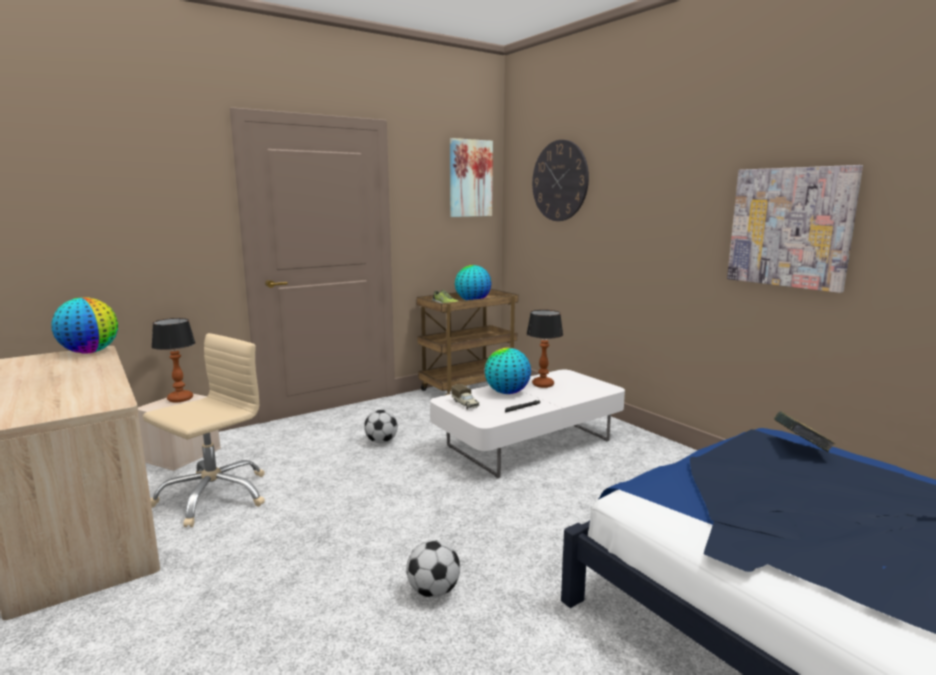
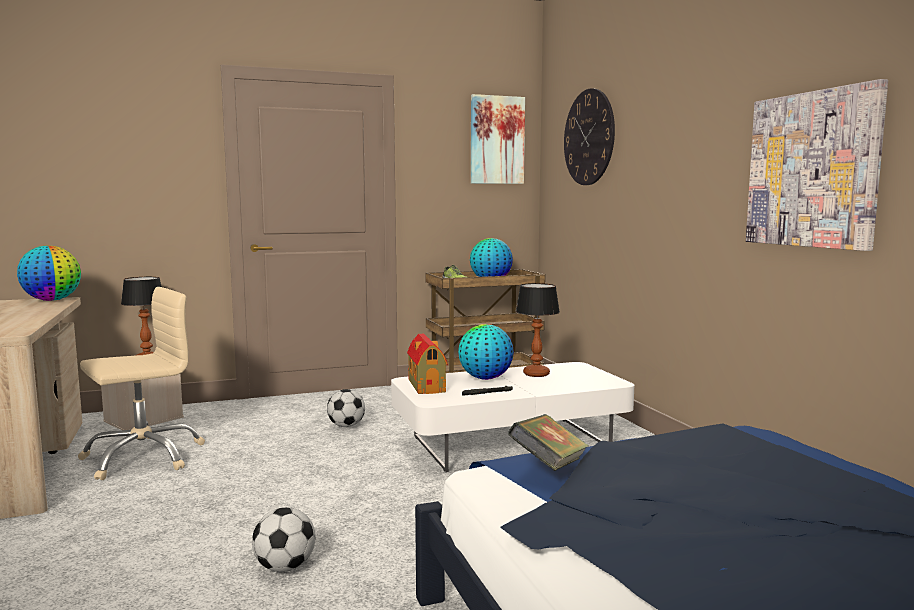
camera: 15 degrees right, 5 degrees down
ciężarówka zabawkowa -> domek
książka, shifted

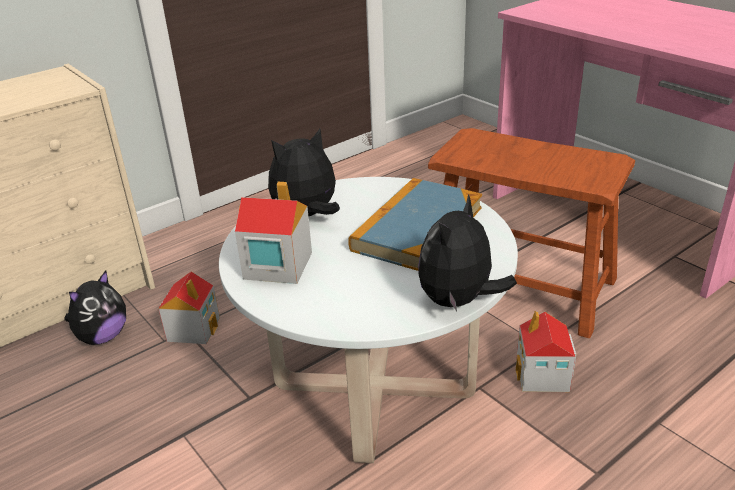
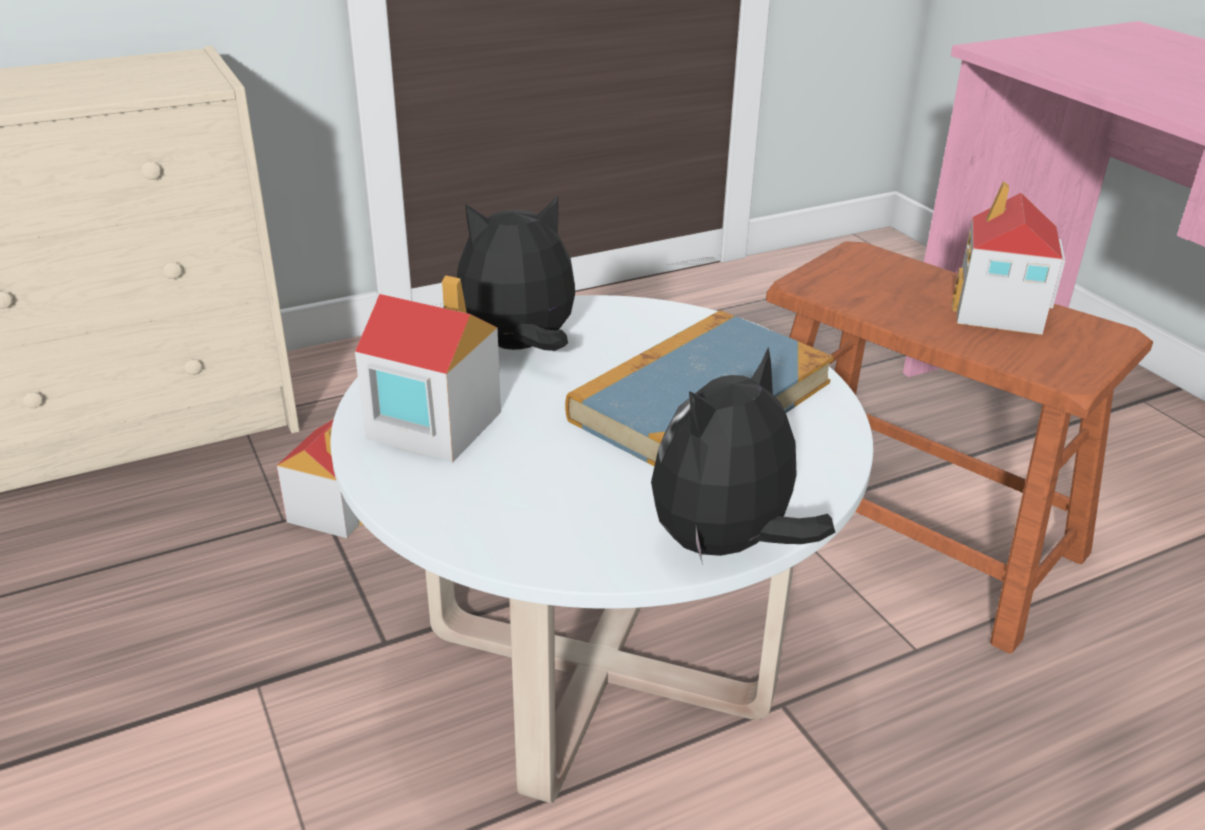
camera: 10 degrees right, 0 degrees up
pluszak (no. 1 from left) -> none
domek (no. 3 from left), shifted

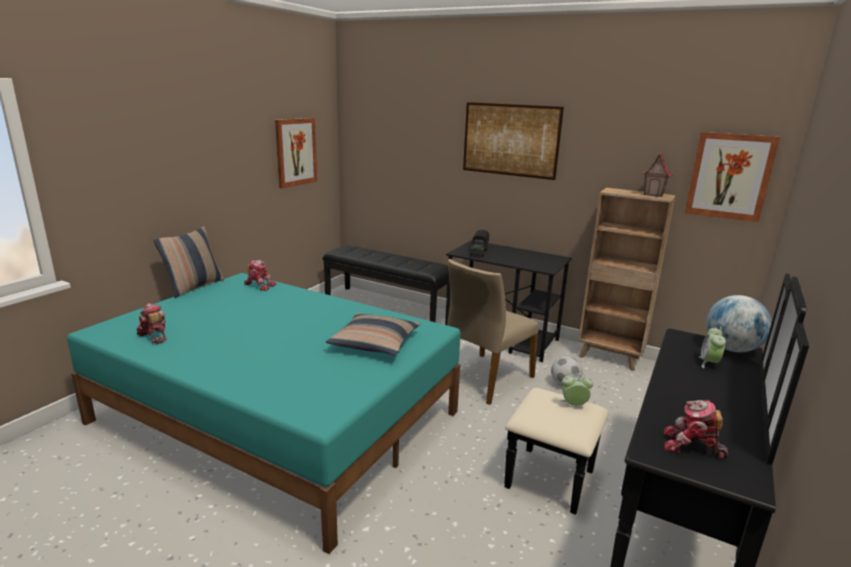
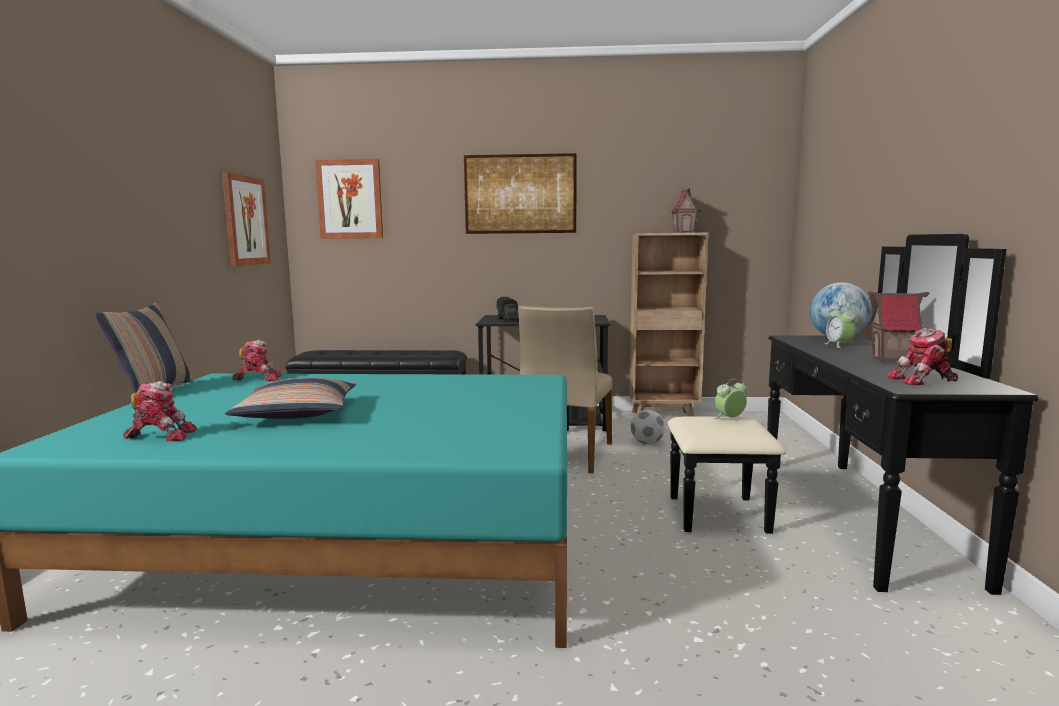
camera: 25 degrees left, 10 degrees down
obraz (no. 3 from left in the first image) -> obraz (no. 2 from left), shifted
robot zabawkowy (no. 1 from left), 150 degrees clockwise
poduszka (no. 2 from left), shifted
none -> domek (no. 2 from left)

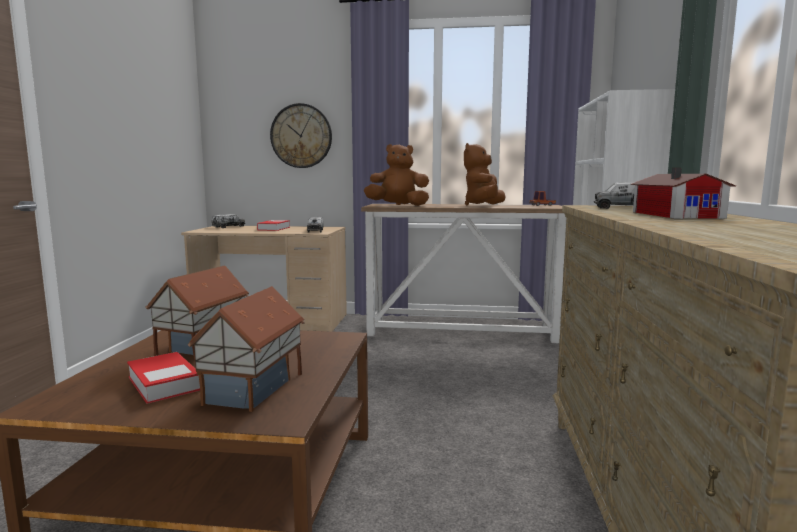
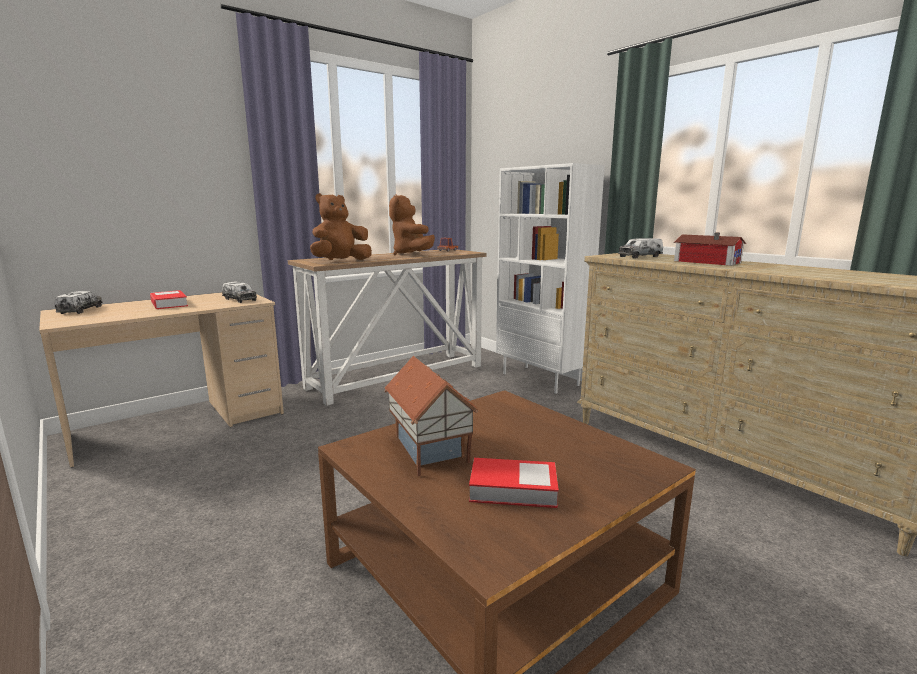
camera: 45 degrees left, 5 degrees up
zegar ścienny -> none
domek (no. 2 from left) -> none

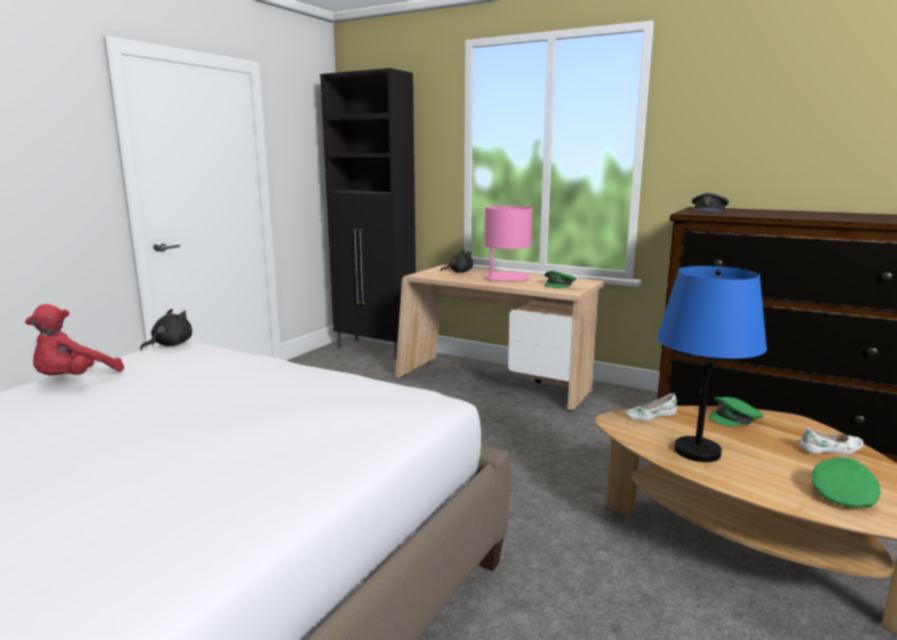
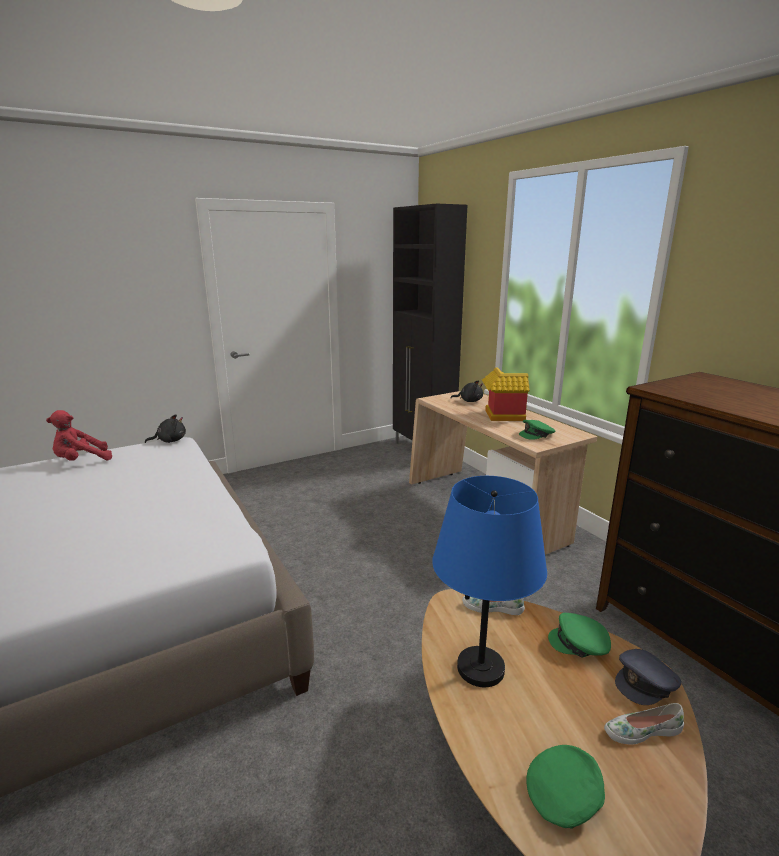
camera: 30 degrees right, 5 degrees up
czapka z daszkiem (szary), shifted
lampa stołowa (różowy) -> domek
but (biały) (no. 2 from left), 150 degrees clockwise

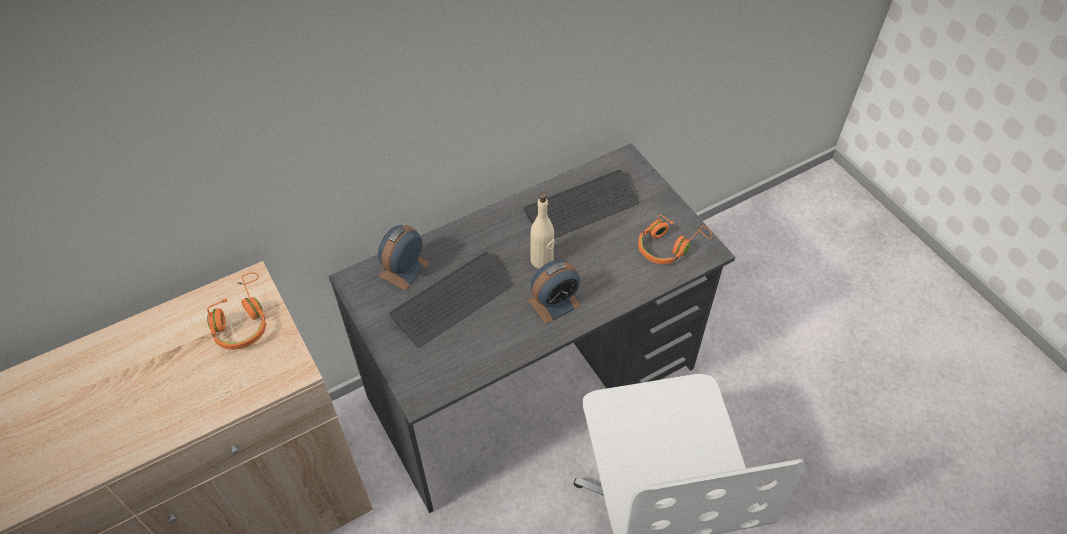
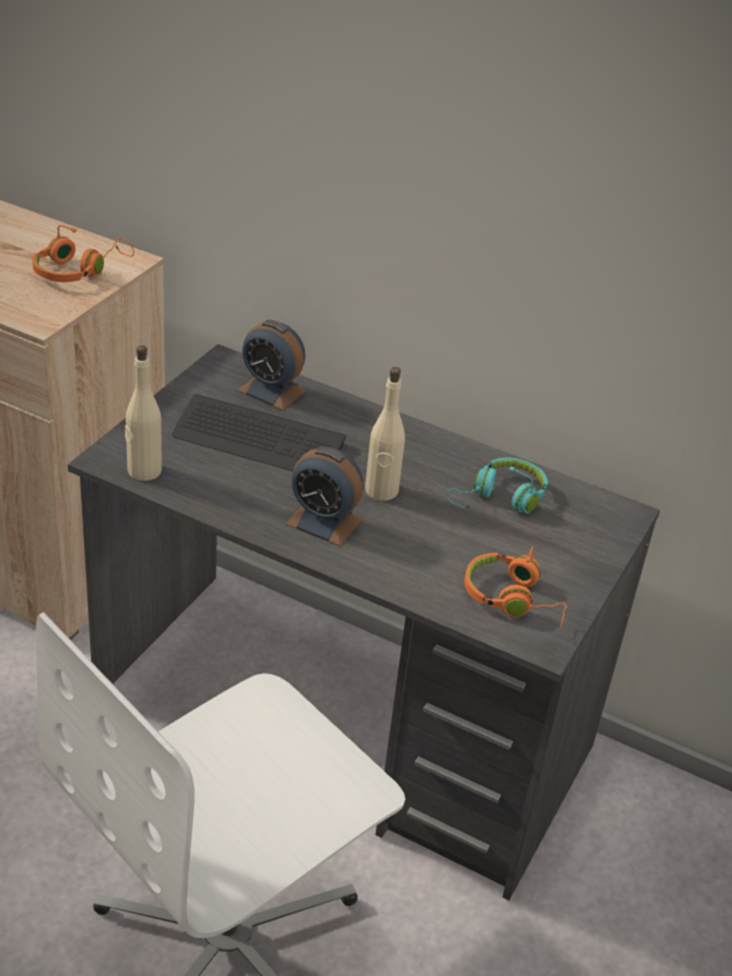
camera: 55 degrees right, 15 degrees down
klawiatura (no. 2 from left) -> słuchawki (turkusowy)
budzik (no. 1 from left), 150 degrees counterclockwise
none -> butelka (beżowy) (no. 1 from left)

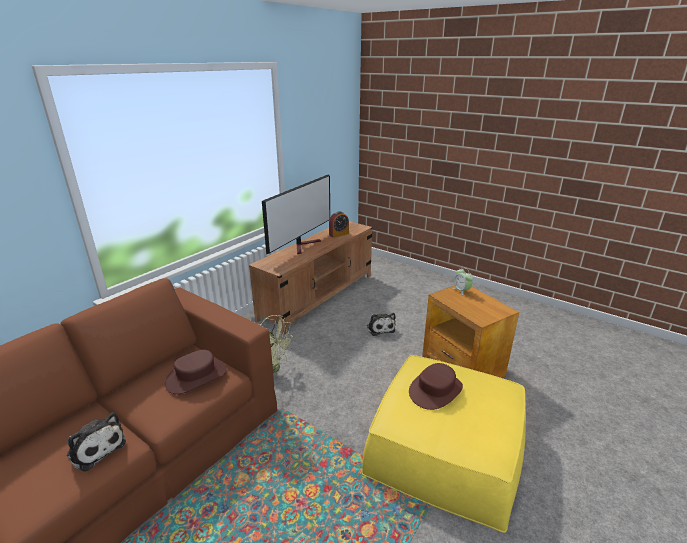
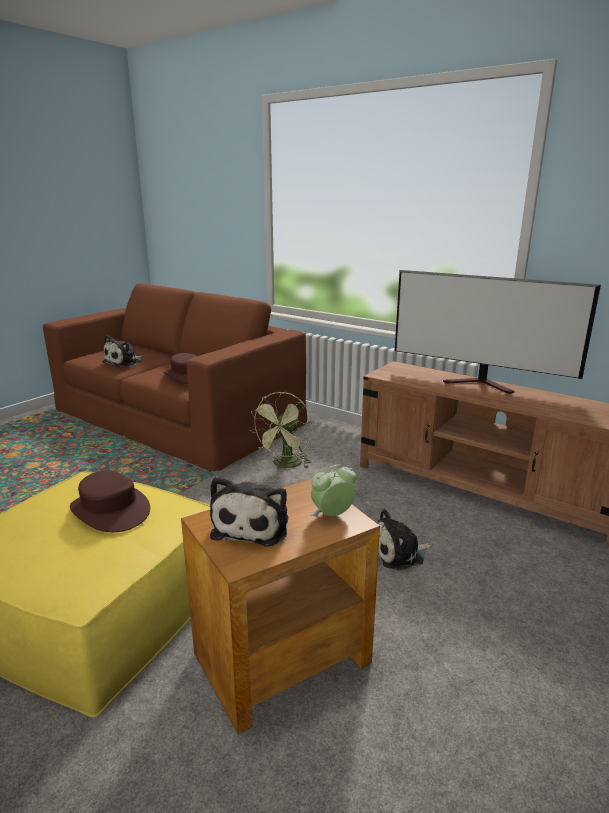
camera: 90 degrees right, 5 degrees down
budzik (no. 1 from left) -> none
none -> pluszak (no. 2 from left)

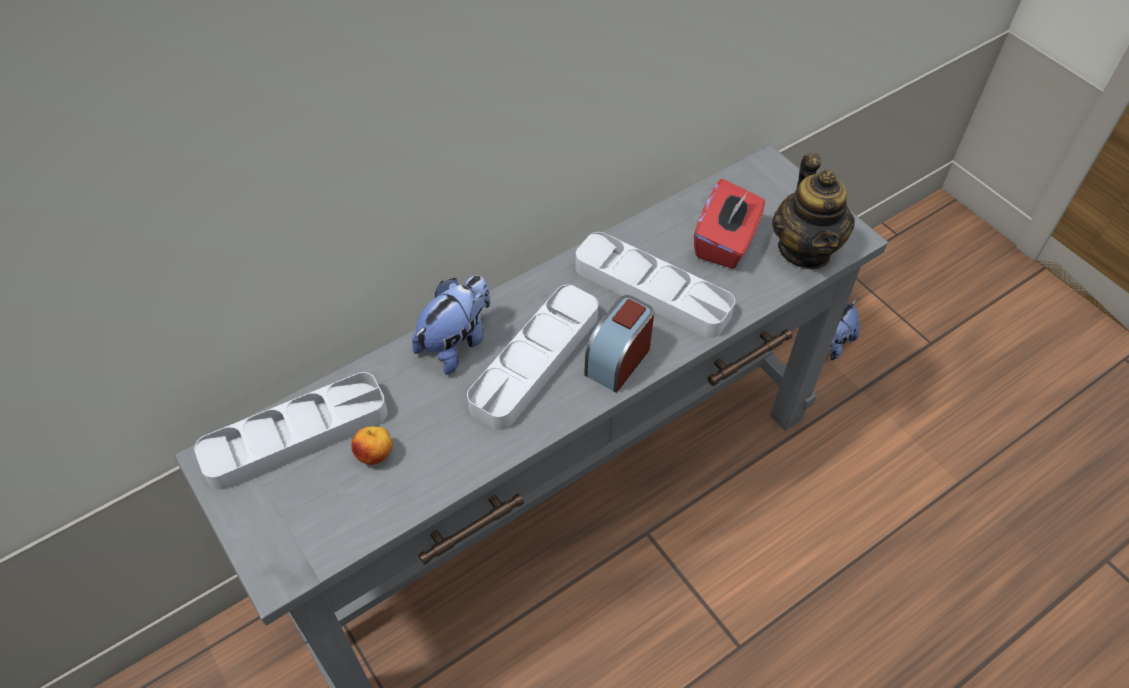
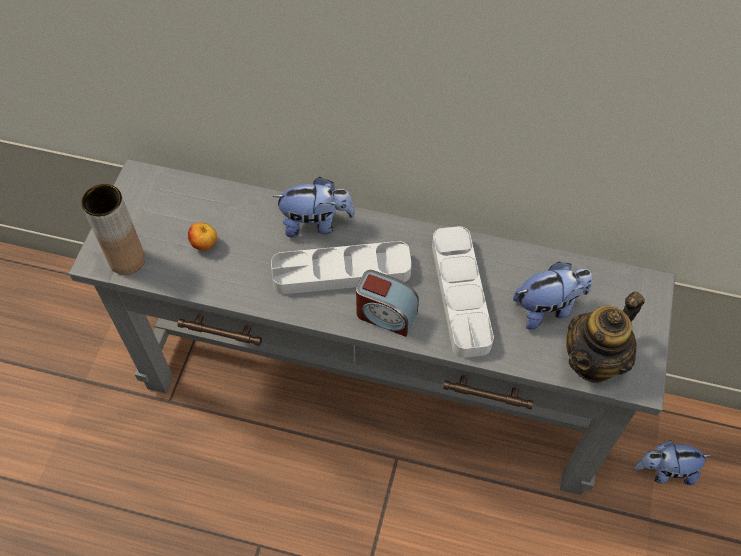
camera: 50 degrees right, 5 degrees up
pudełko chusteczek (czerwony) -> pluszak (no. 2 from left)
budzik, 150 degrees counterclockwise
taca (szary) (no. 1 from left) -> none
none -> wazon (brązowy)

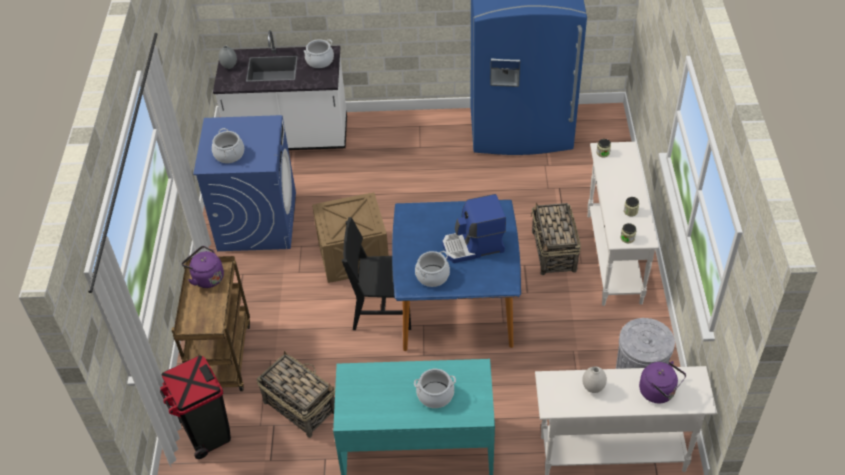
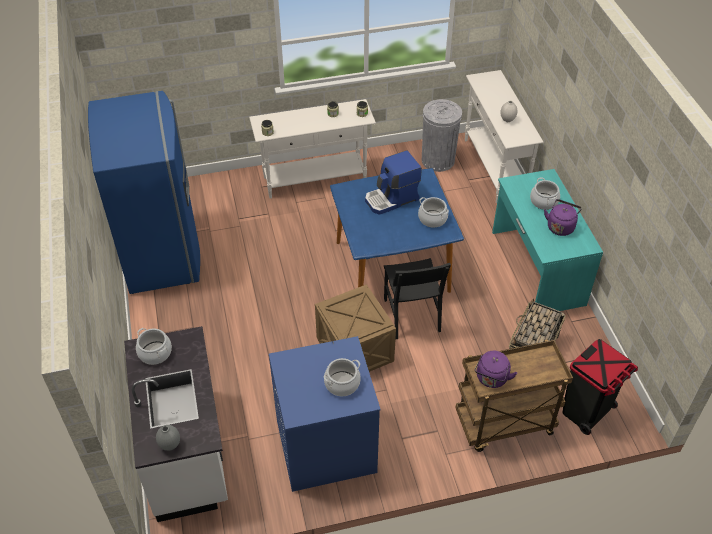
camera: 105 degrees left, 0 degrees up
ekspres do kawy, 90 degrees clockwise
koszyk (no. 2 from left) -> none
czajnik (fioletowy) (no. 2 from left), shifted

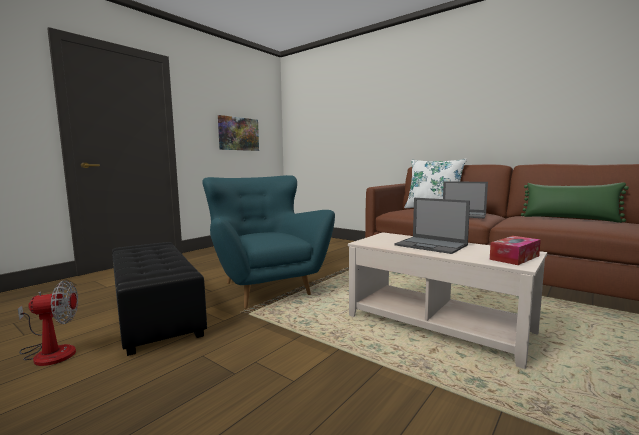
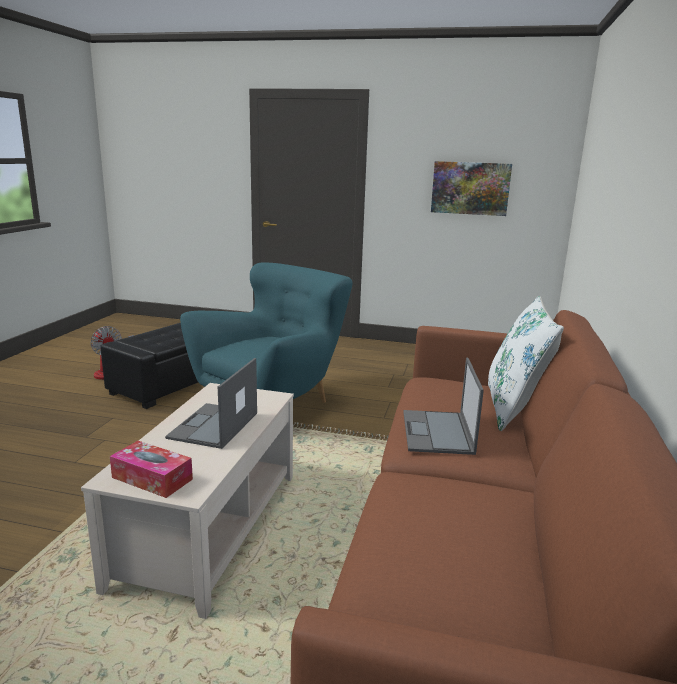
camera: 65 degrees right, 10 degrees up
poduszka (zielony) -> none

